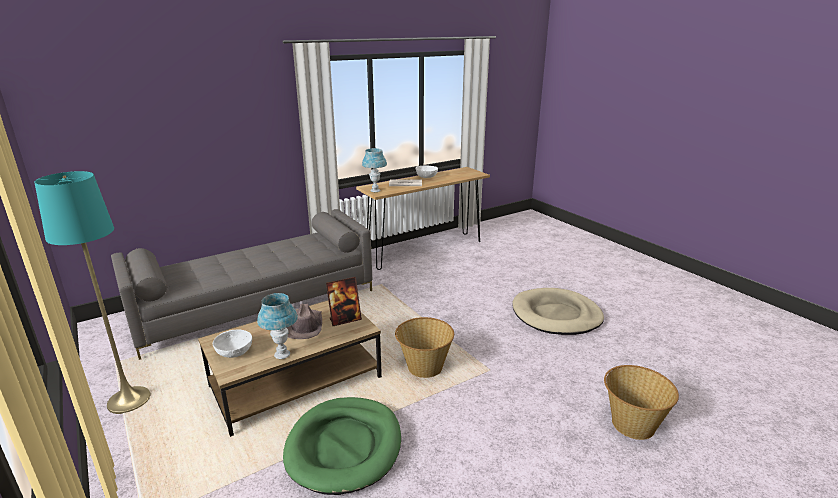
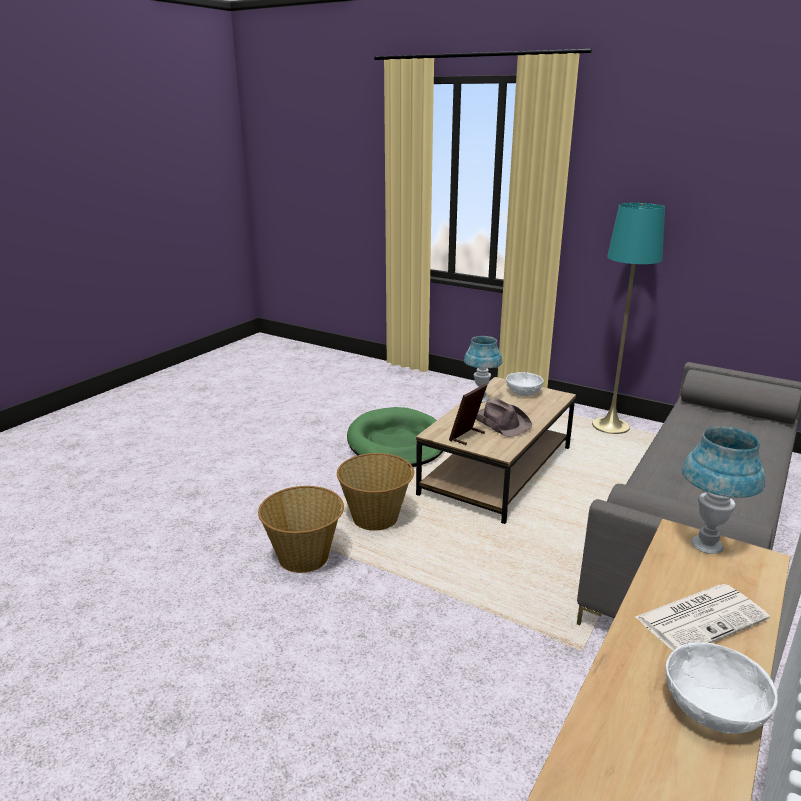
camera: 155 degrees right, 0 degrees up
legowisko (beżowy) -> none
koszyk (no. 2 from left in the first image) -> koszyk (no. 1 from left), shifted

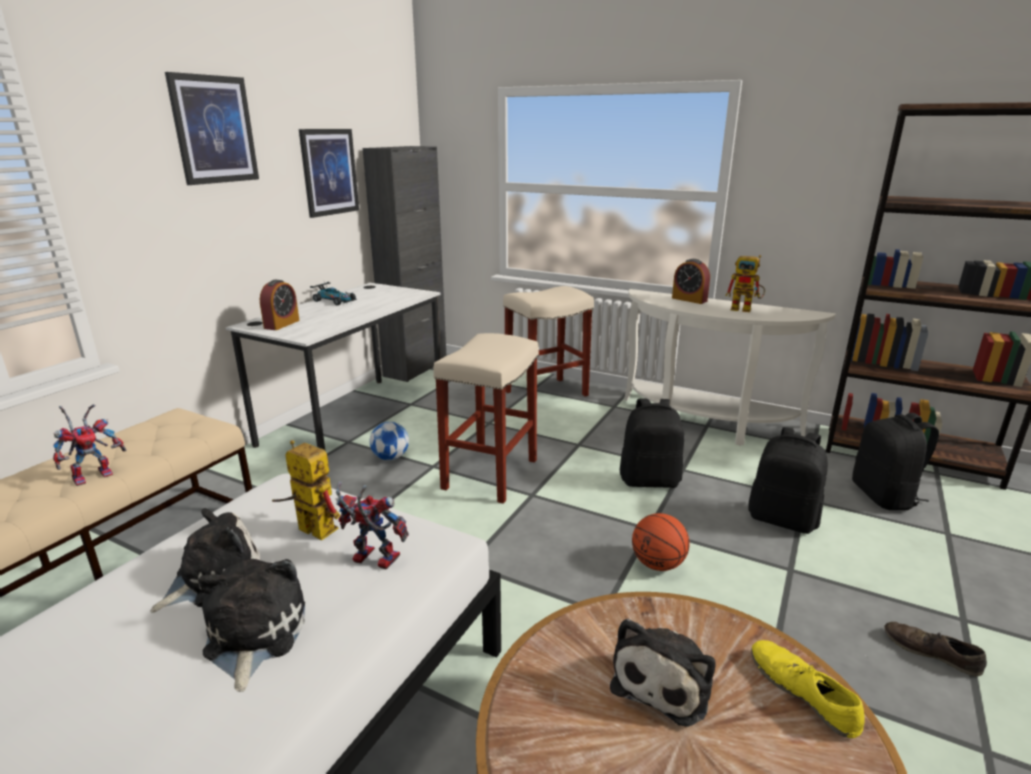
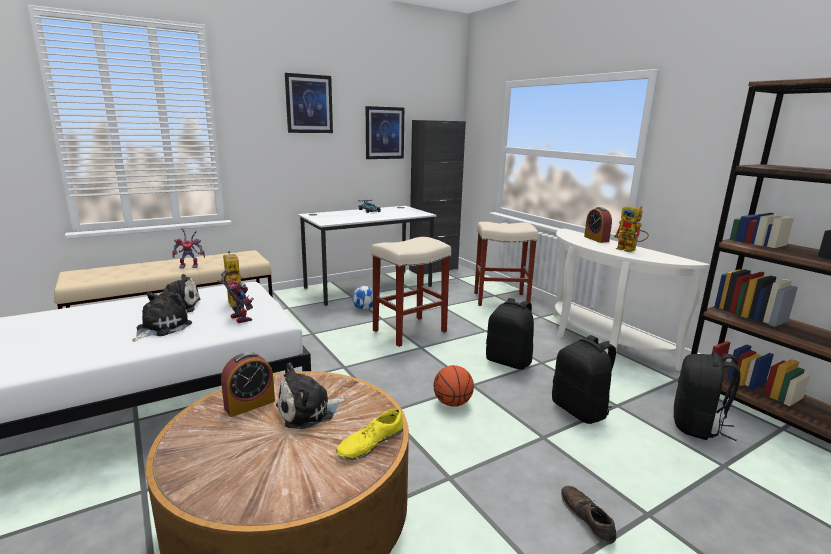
camera: 30 degrees right, 5 degrees down
budzik (no. 1 from left), shifted
but (żółty), 135 degrees counterclockwise

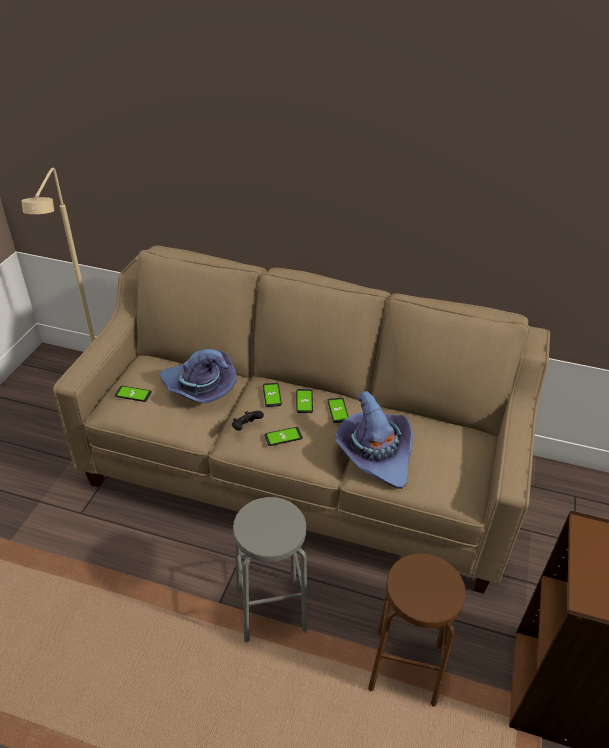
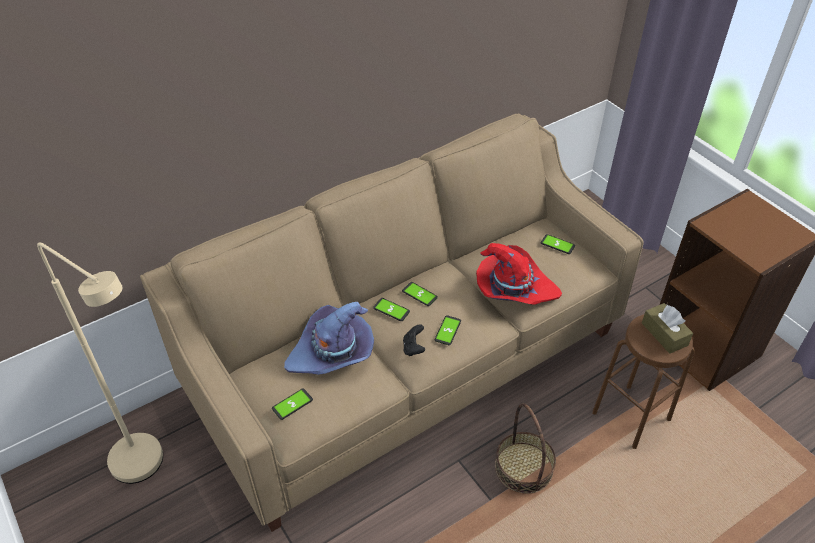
camera: 50 degrees left, 5 degrees up
kapelusz (fioletowy) (no. 2 from left) -> kapelusz (czerwony)
telefon (no. 5 from left), shifted
stołek (szary) -> koszyk
none -> pudełko chusteczek (brązowy)

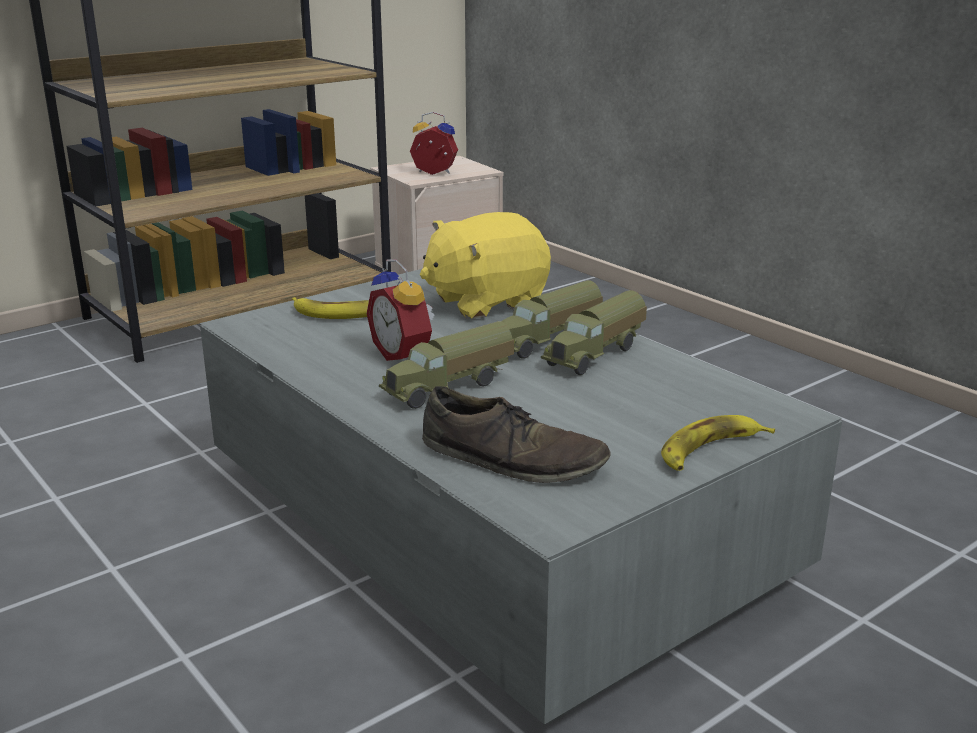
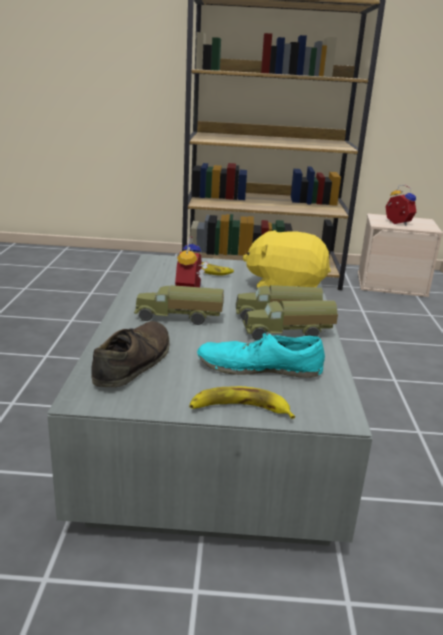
camera: 40 degrees right, 0 degrees up
but (brązowy), 135 degrees counterclockwise
none -> but (turkusowy)

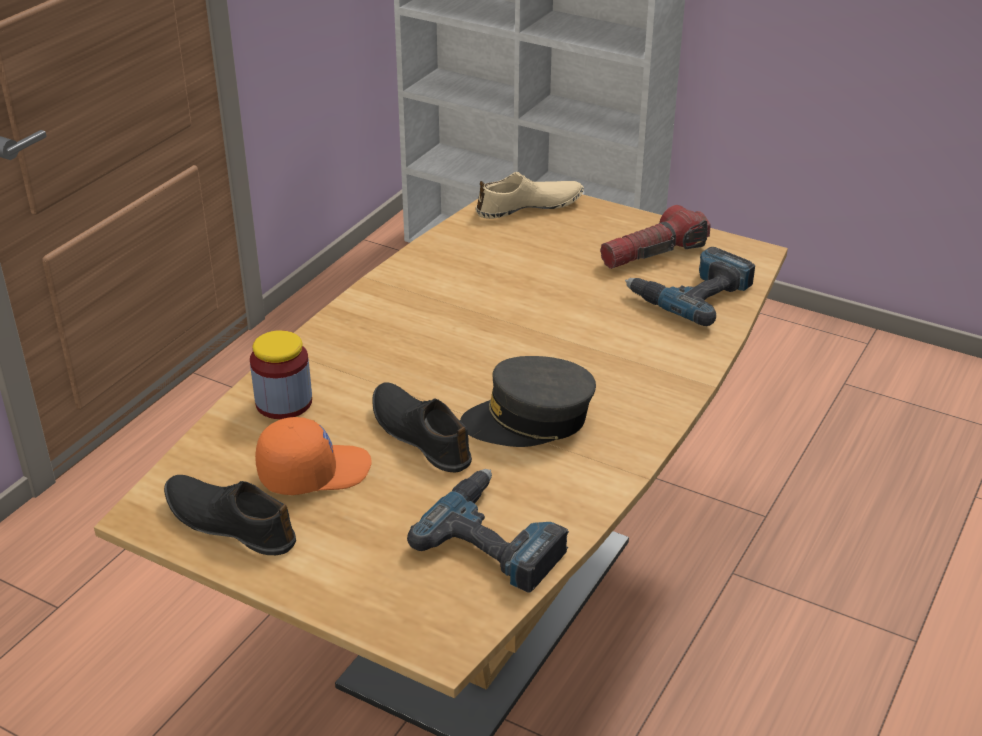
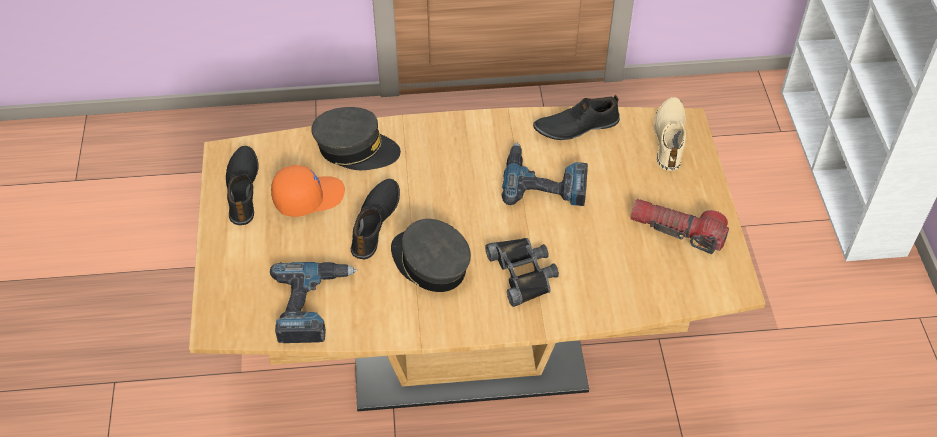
camera: 55 degrees right, 15 degrees up
but (beżowy), 120 degrees counterclockwise
wiertarka (no. 2 from left), shifted
słoik -> czapka z daszkiem (szary) (no. 1 from left)
czapka z daszkiem (pomarańczowy), 60 degrees counterclockwise
none -> but (czarny) (no. 3 from left)
none -> lornetka (czarny)

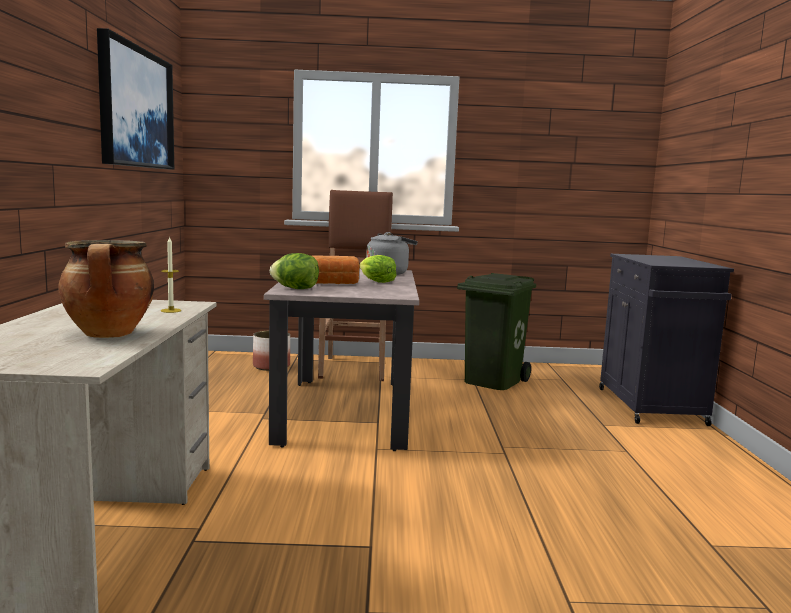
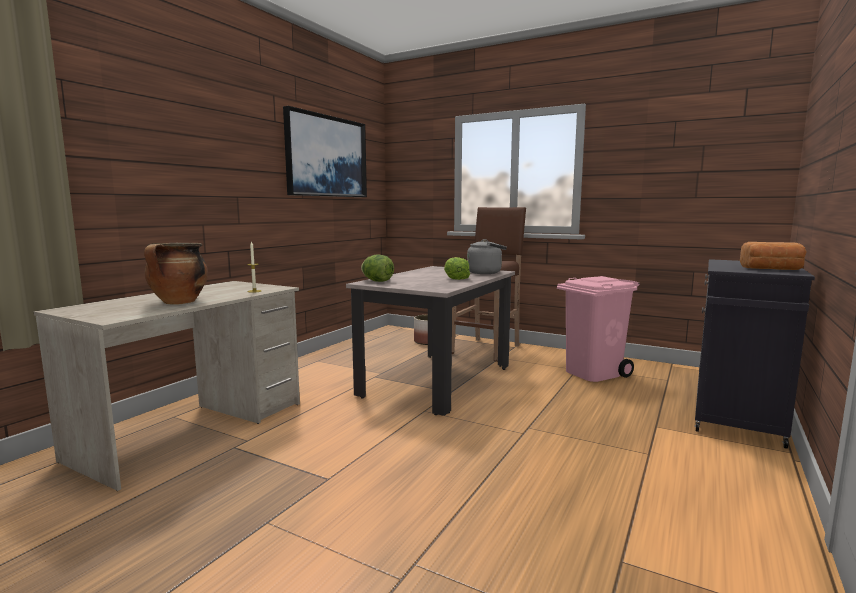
camera: 30 degrees right, 0 degrees up
chleb, shifted
kosz na śmieci (zielony) -> kosz na śmieci (różowy)

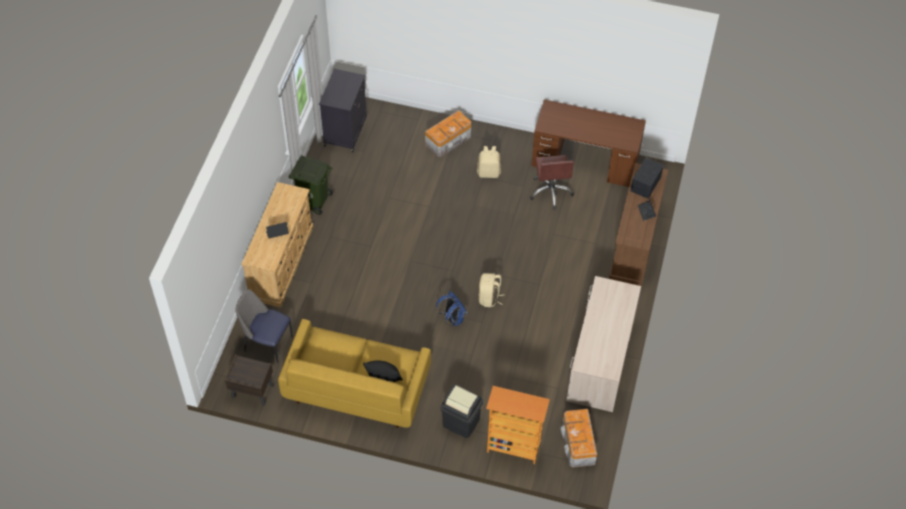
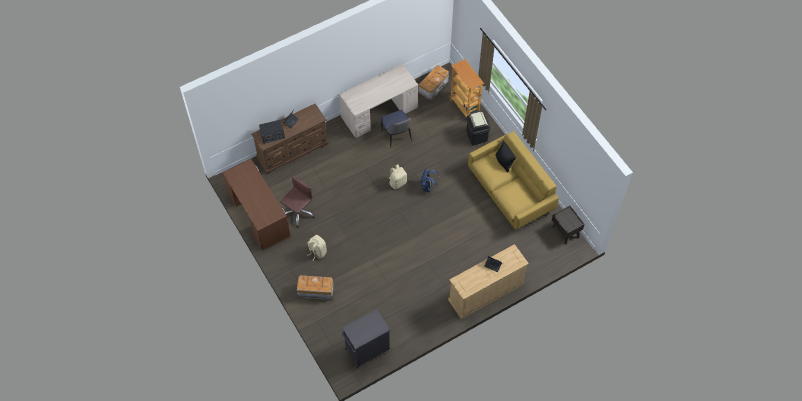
camera: 135 degrees left, 5 degrees up
kosz na śmieci (zielony) -> none
krzesło, shifted

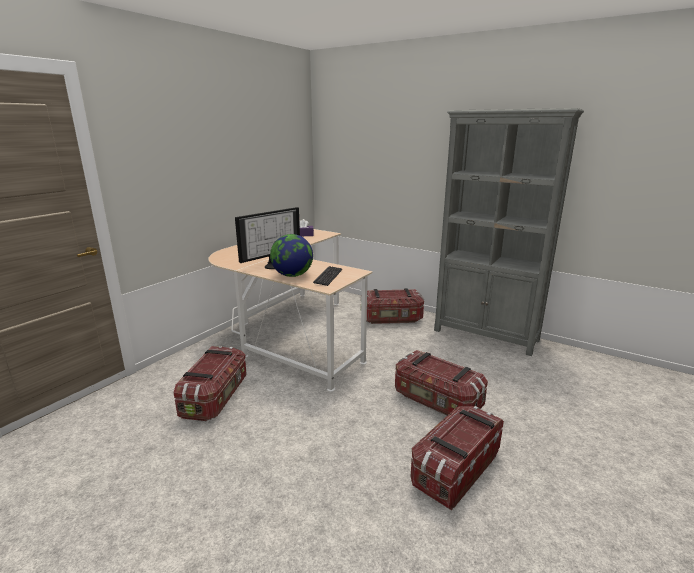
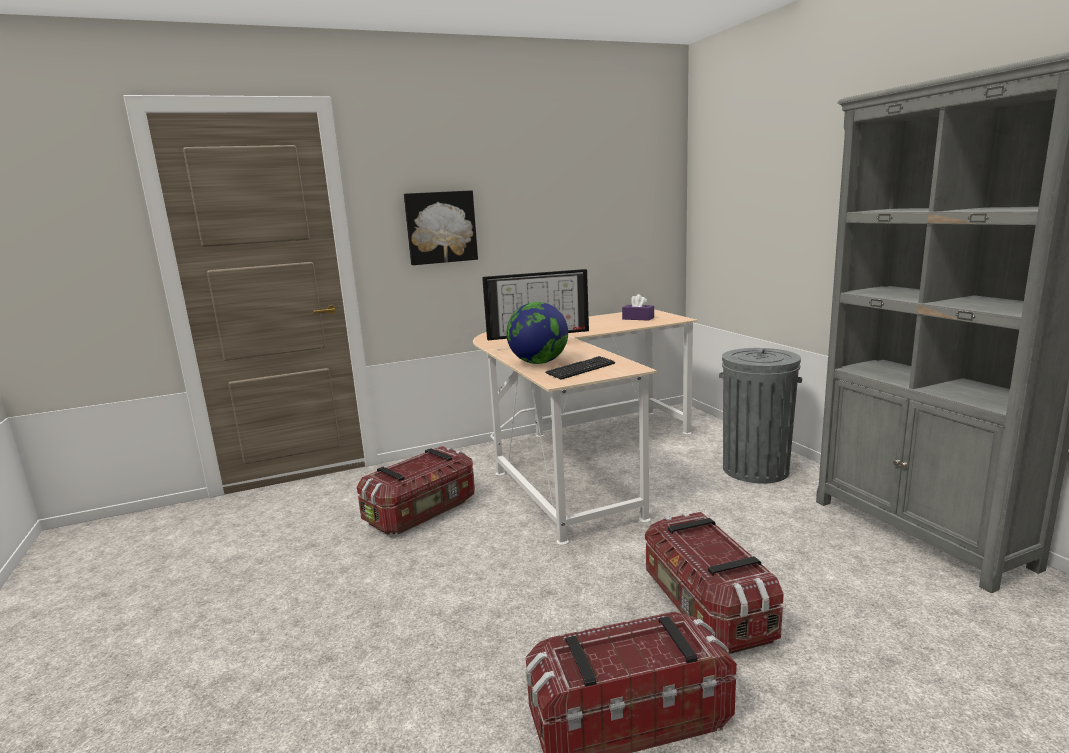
camera: 35 degrees right, 5 degrees down
pojemnik do przechowywania (no. 2 from left) -> kosz na śmieci (szary)
none -> obraz

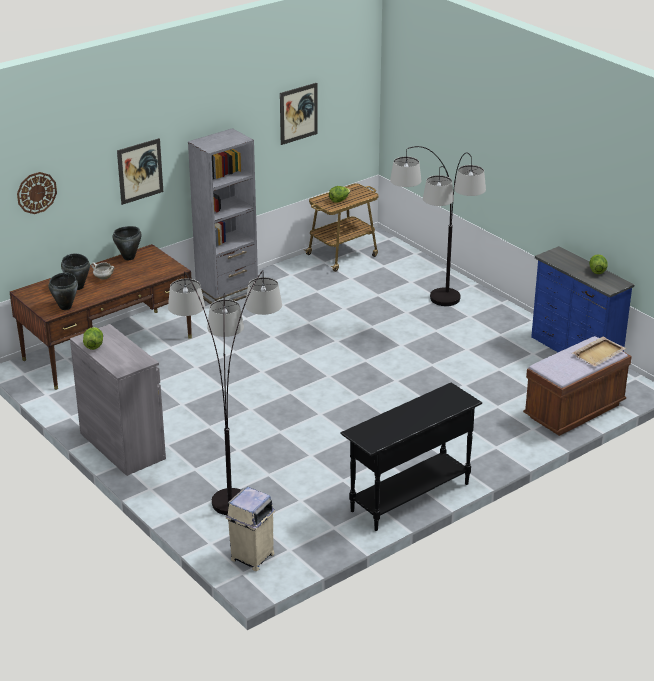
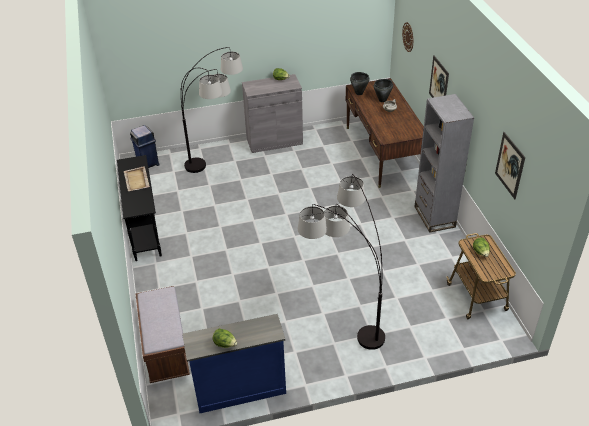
camera: 115 degrees right, 10 degrees up
garnek (czarny) (no. 3 from left) -> none
taca (beżowy), shifted
kosz na śmieci (beżowy) -> kosz na śmieci (niebieski)

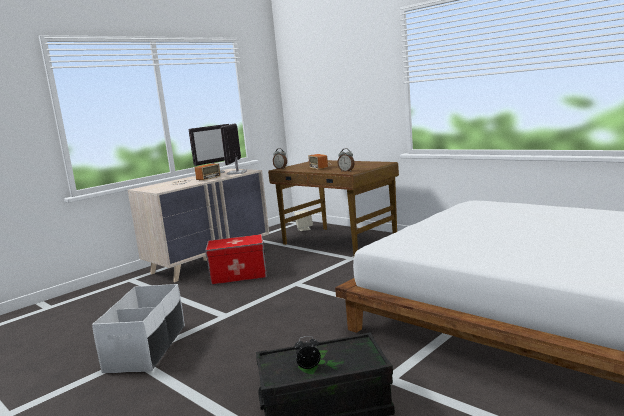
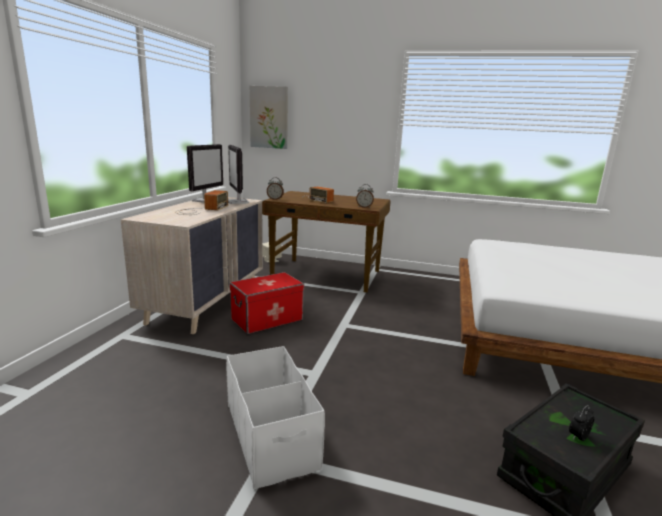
camera: 30 degrees left, 5 degrees up
none -> obraz

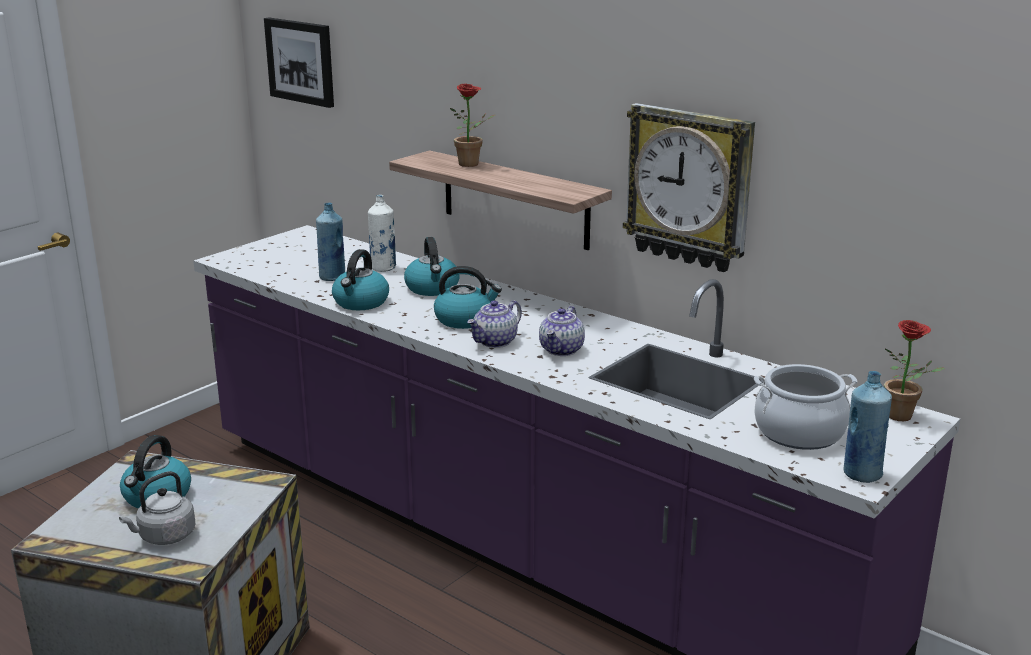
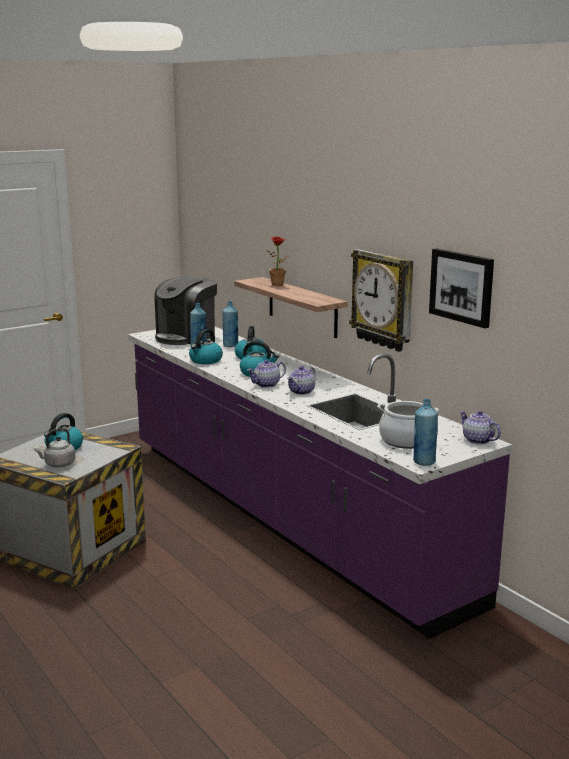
camera: 15 degrees right, 5 degrees down
obraz, shifted
butelka (biały) -> butelka (niebieski) (no. 2 from left)
roślina doniczkowa (no. 2 from left) -> imbryk (no. 3 from left)
none -> ekspres do kawy

